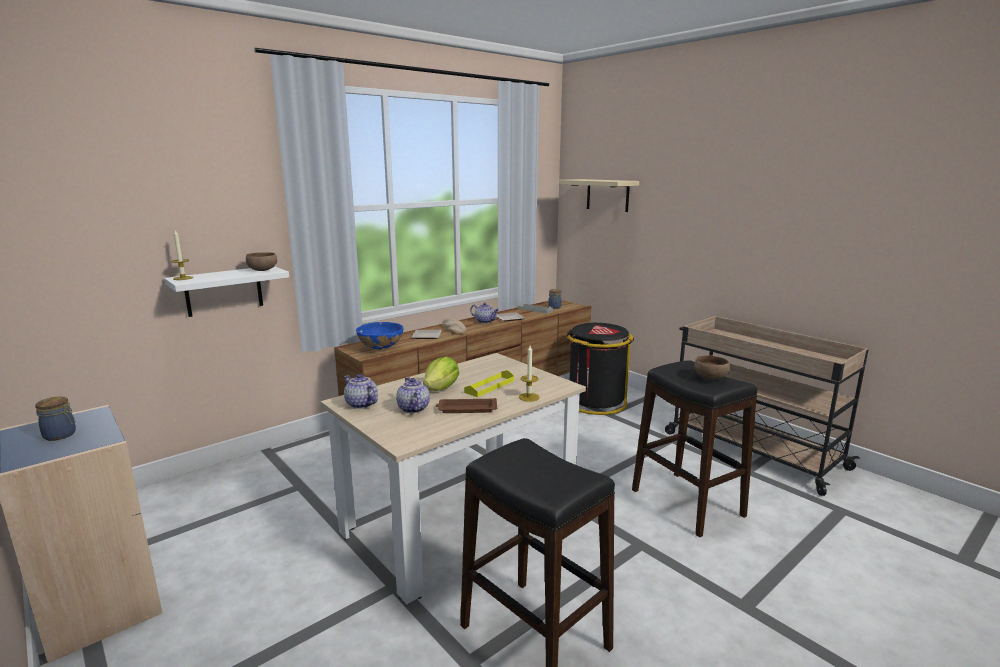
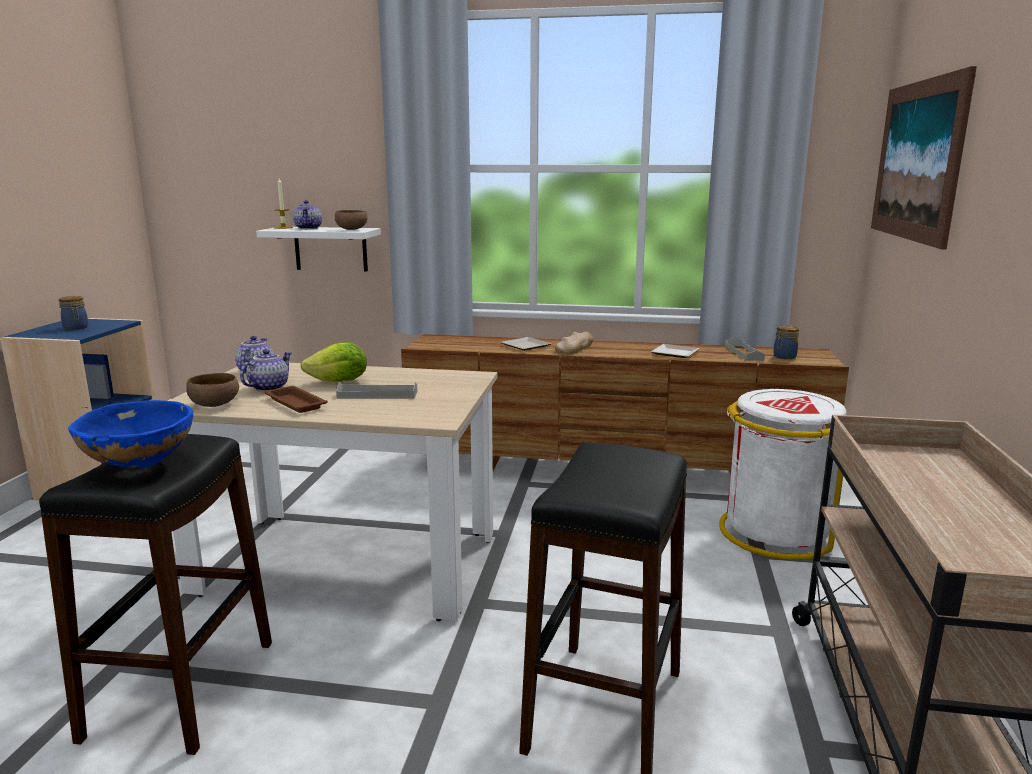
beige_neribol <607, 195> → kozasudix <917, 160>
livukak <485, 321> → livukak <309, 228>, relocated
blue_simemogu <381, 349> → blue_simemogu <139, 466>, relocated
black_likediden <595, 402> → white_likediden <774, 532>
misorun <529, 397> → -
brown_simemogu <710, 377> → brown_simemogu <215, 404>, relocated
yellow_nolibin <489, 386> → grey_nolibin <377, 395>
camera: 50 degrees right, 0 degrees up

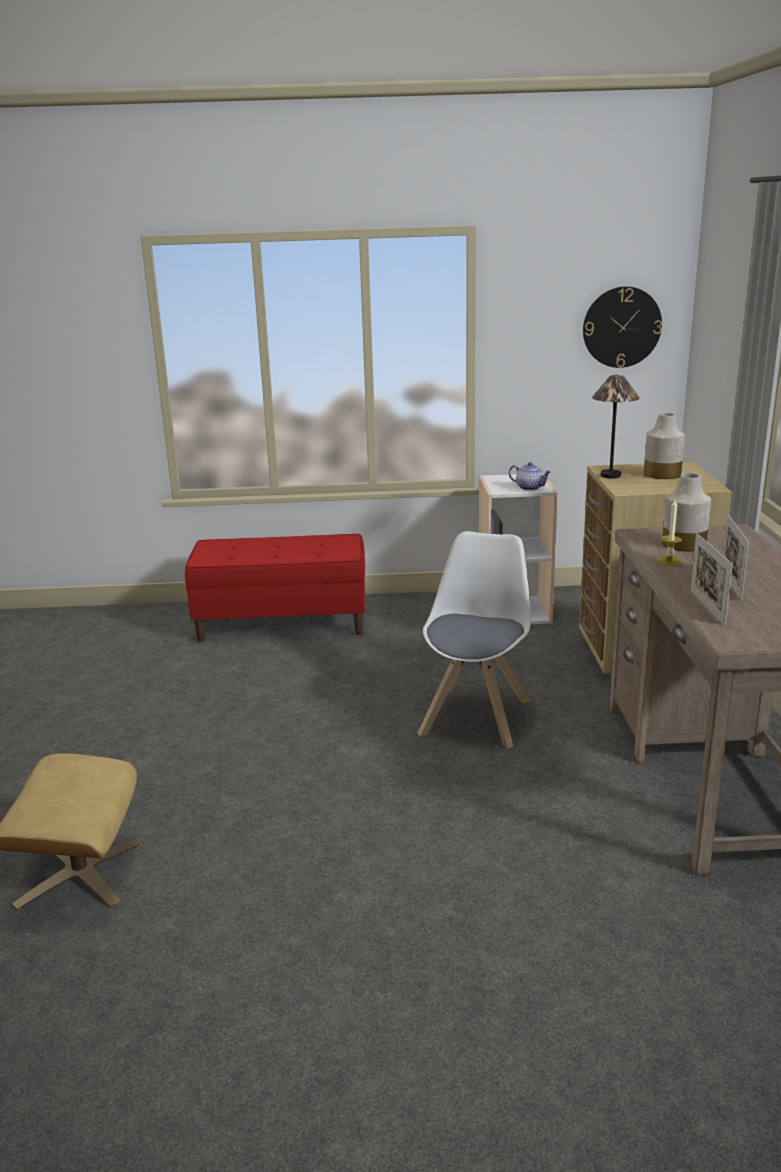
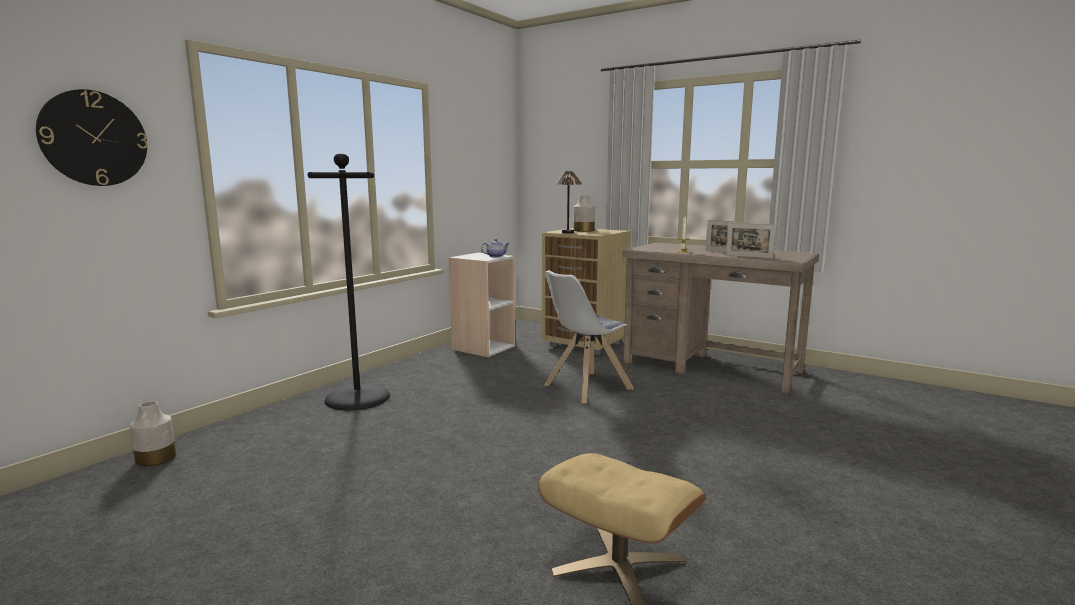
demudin <621, 327> → demudin <94, 138>, relocated
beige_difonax <684, 544> → beige_difonax <156, 457>, relocated
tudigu <476, 715> → tudigu <585, 388>, 90 degrees counterclockwise
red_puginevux <283, 623> → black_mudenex <357, 398>
camera: 55 degrees left, 10 degrees down

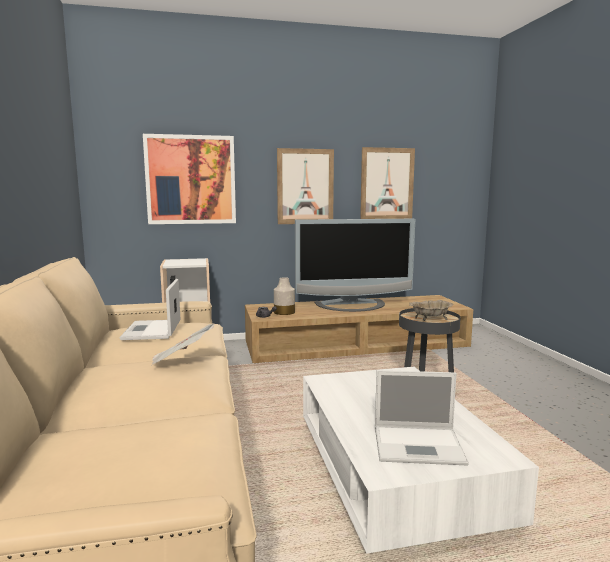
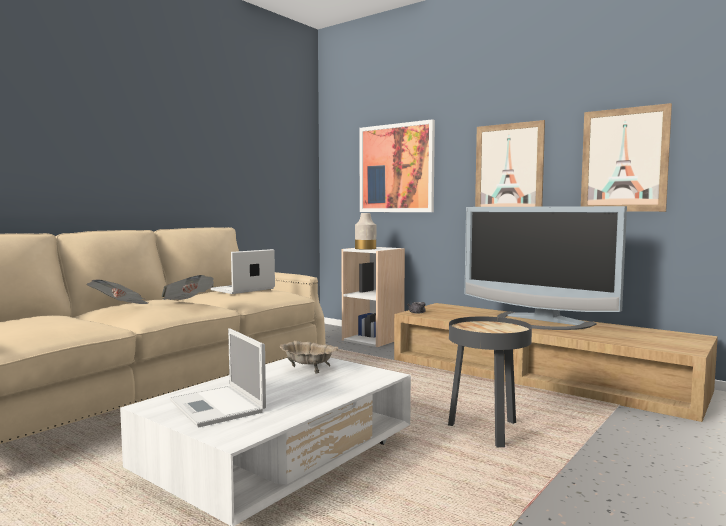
beige_difonax <284, 312> → beige_difonax <365, 248>, relocated
beige_simemogu <430, 319> → beige_simemogu <308, 368>, relocated
- → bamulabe <120, 308>
camera: 50 degrees right, 5 degrees down

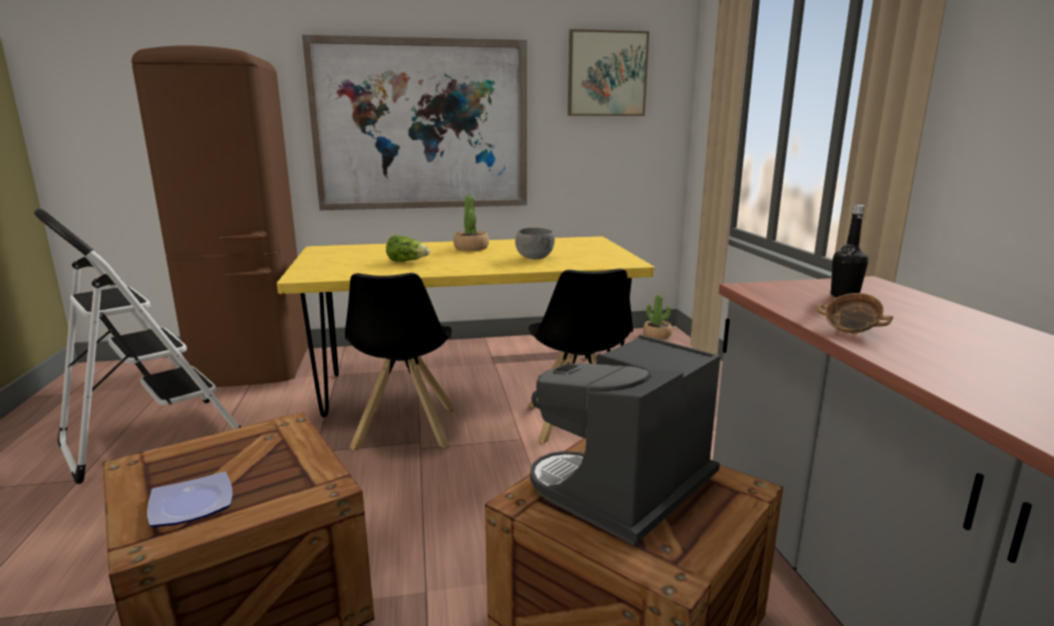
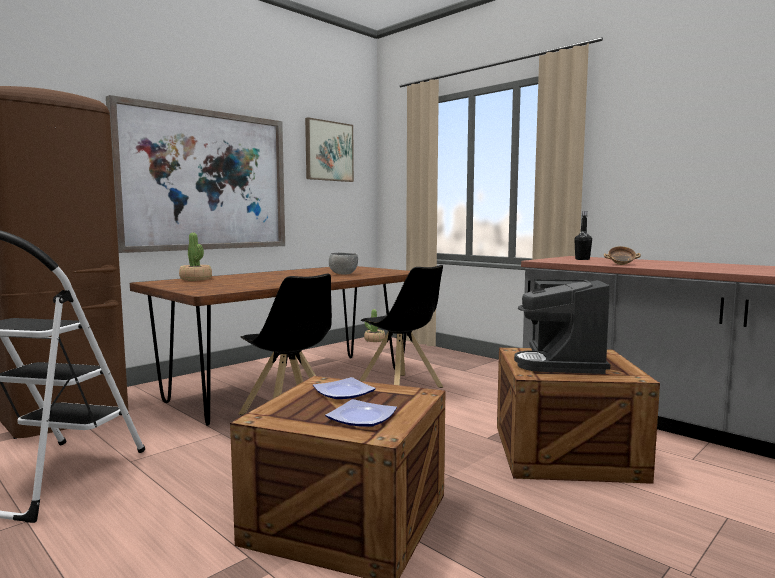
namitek <471, 248> → namitek <196, 279>, relocated
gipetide <407, 261> → -
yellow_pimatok <471, 383> → brown_pimatok <293, 384>
- → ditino <345, 392>
camera: 35 degrees left, 10 degrees down

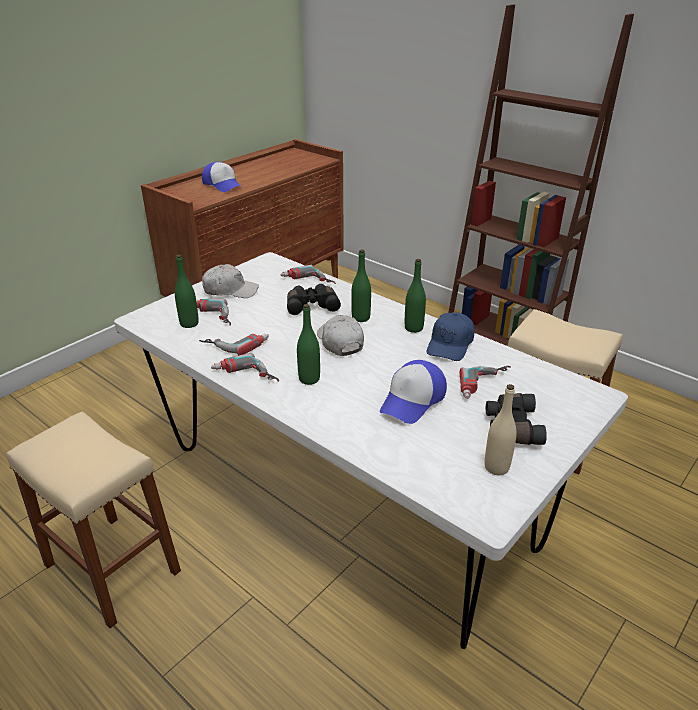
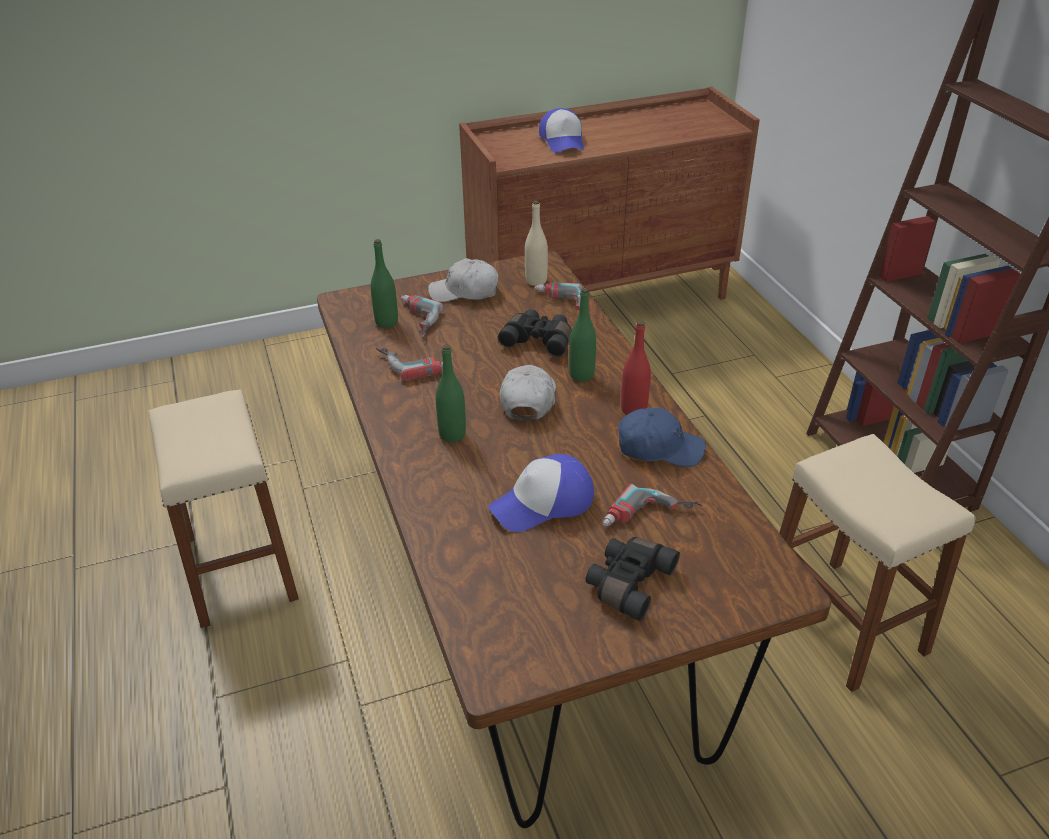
white_pimatok <350, 496> → brown_pimatok <529, 594>
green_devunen <413, 328> → red_devunen <633, 410>
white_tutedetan <230, 290> → white_tutedetan <464, 292>, 150 degrees clockwise
blue_tutedetan <450, 344> → blue_tutedetan <659, 448>, 135 degrees counterclockwise
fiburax <244, 377> → -
beige_devunen <496, 467> → beige_devunen <536, 281>, relocated
camera: 30 degrees right, 5 degrees up

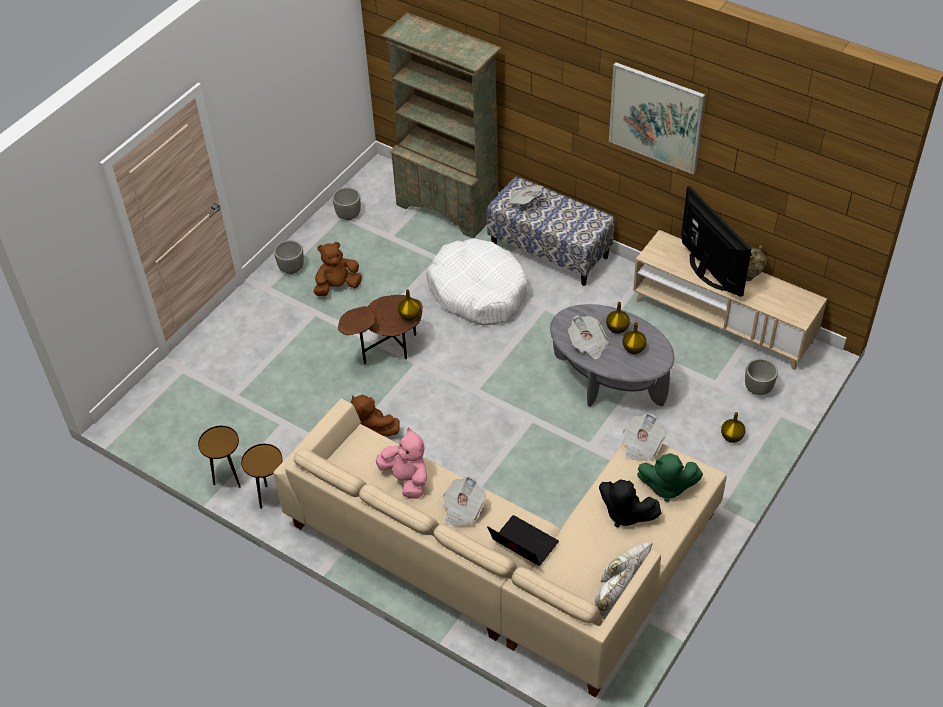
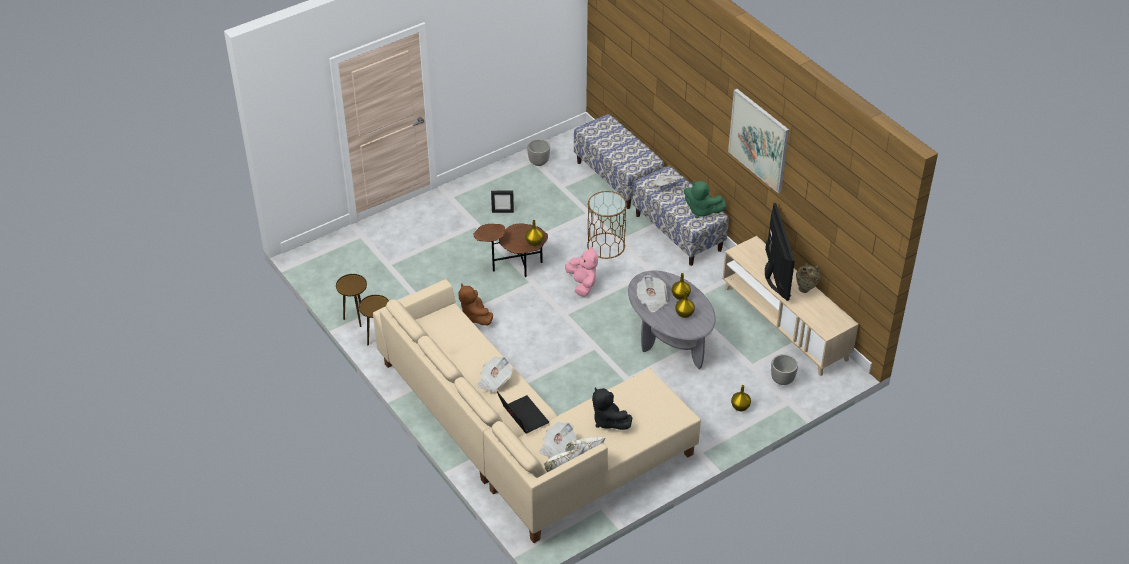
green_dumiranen <448, 208> → puginevux <617, 178>
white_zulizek <478, 291> → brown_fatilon <606, 245>
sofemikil <291, 269> → -
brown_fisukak <337, 286> → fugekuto <502, 211>
bamulabe <641, 445> → bamulabe <557, 447>, relocated
pink_fisukak <406, 479> → pink_fisukak <582, 284>, relocated
green_fisukak <666, 486> → green_fisukak <701, 210>, relocated
camera: 20 degrees right, 5 degrees down

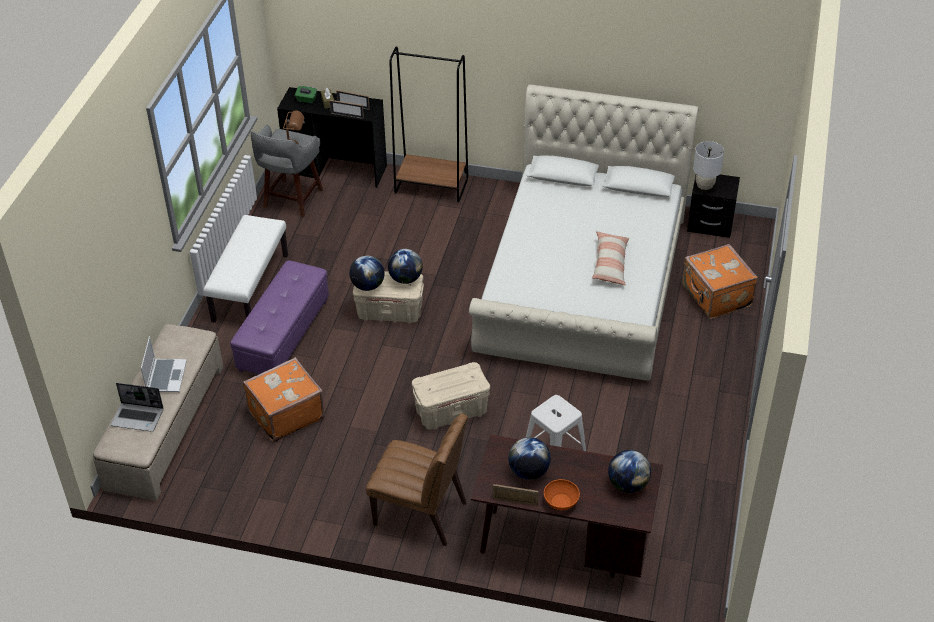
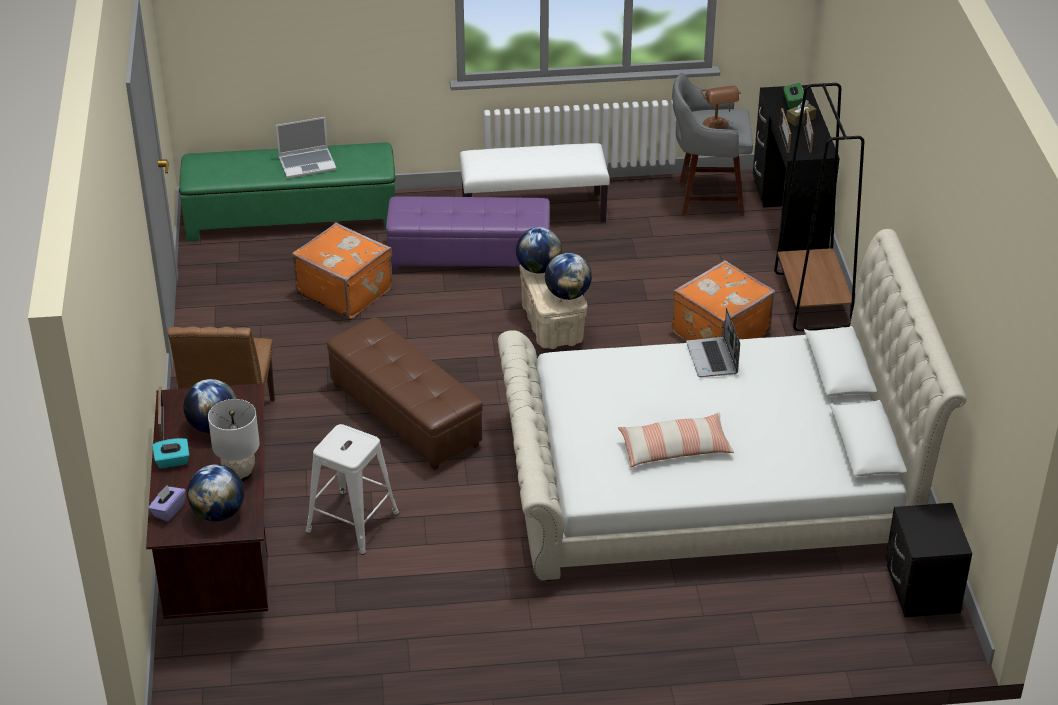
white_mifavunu <704, 187> → white_mifavunu <239, 474>, relocated
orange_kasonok <716, 297> → orange_kasonok <718, 331>, relocated
beige_puginevux <165, 425> → green_puginevux <292, 216>
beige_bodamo <451, 412> → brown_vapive <404, 415>
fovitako <138, 417> → fovitako <713, 359>, relocated
orange_simemogu <560, 502> → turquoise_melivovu <172, 461>
- → purple_melivovu <168, 510>
camera: 70 degrees right, 5 degrees down

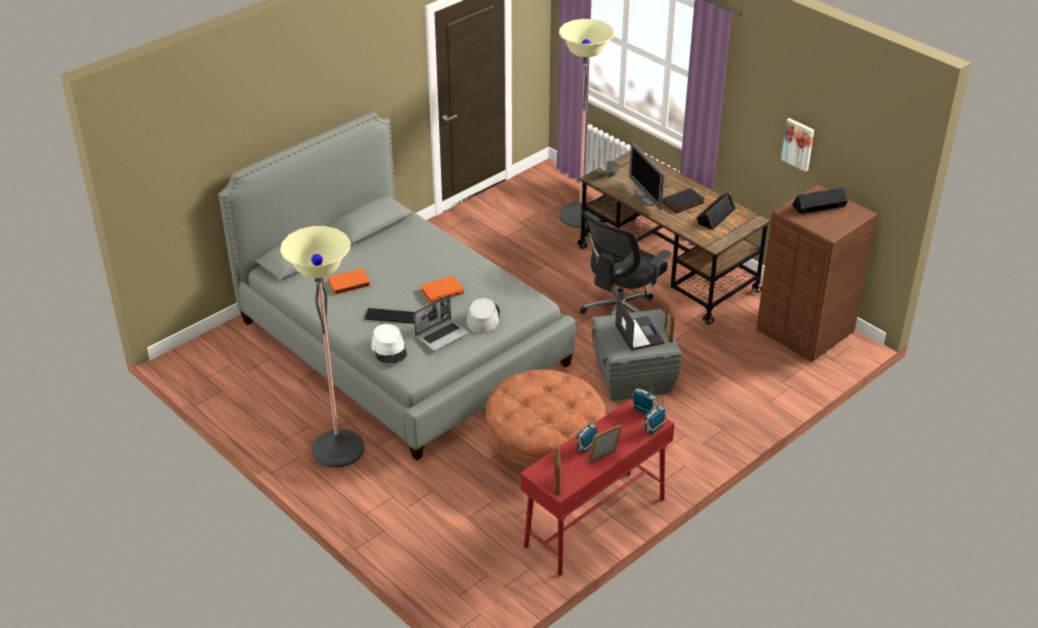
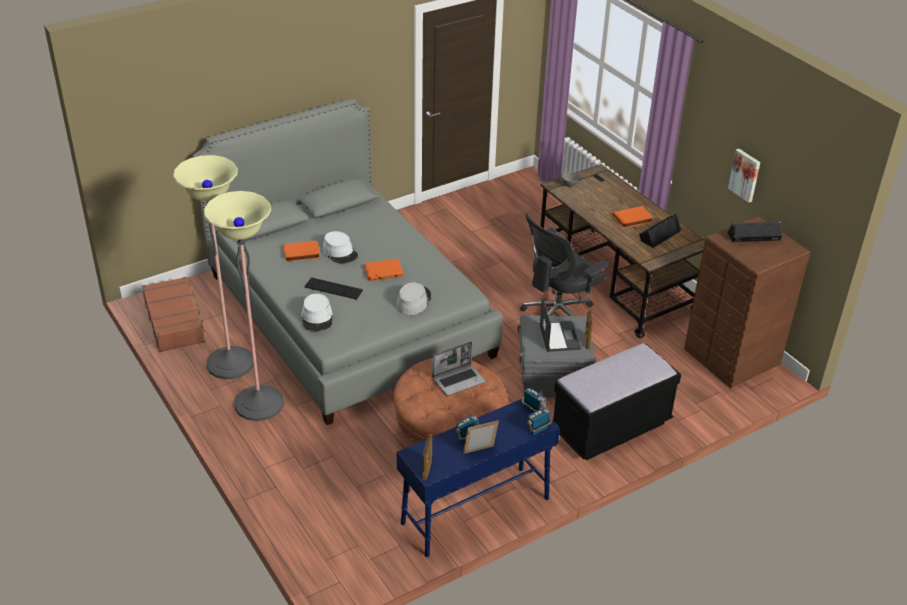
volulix <580, 216> → volulix <230, 363>, relocated
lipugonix <645, 197> → -
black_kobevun <683, 203> → orange_kobevun <632, 219>
fovitako <442, 335> → fovitako <459, 380>, relocated
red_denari <594, 522> → blue_denari <475, 510>
- → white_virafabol <340, 252>
- → brown_kasonok <175, 322>
- → black_puginevux <611, 427>
camera: 10 degrees right, 0 degrees up

